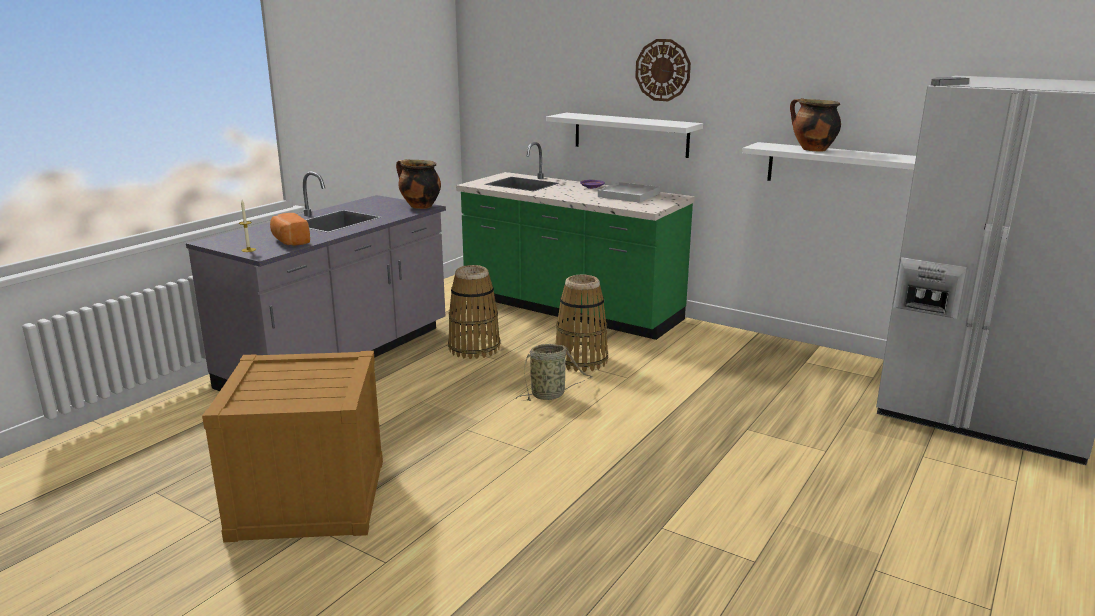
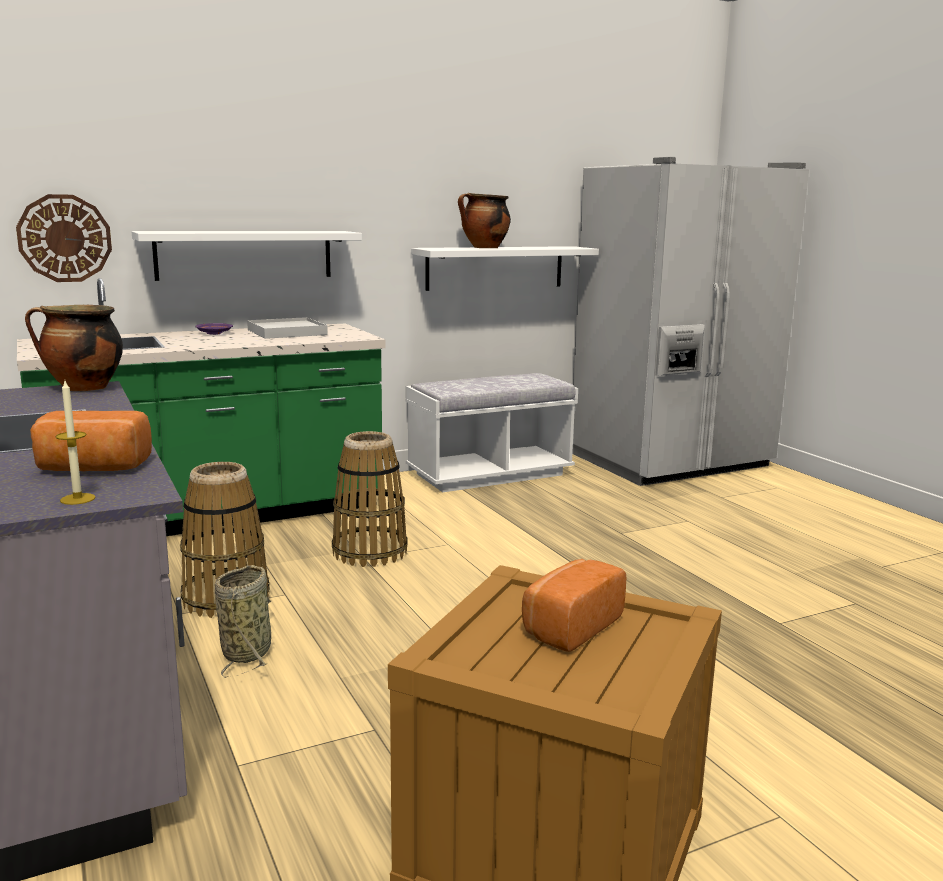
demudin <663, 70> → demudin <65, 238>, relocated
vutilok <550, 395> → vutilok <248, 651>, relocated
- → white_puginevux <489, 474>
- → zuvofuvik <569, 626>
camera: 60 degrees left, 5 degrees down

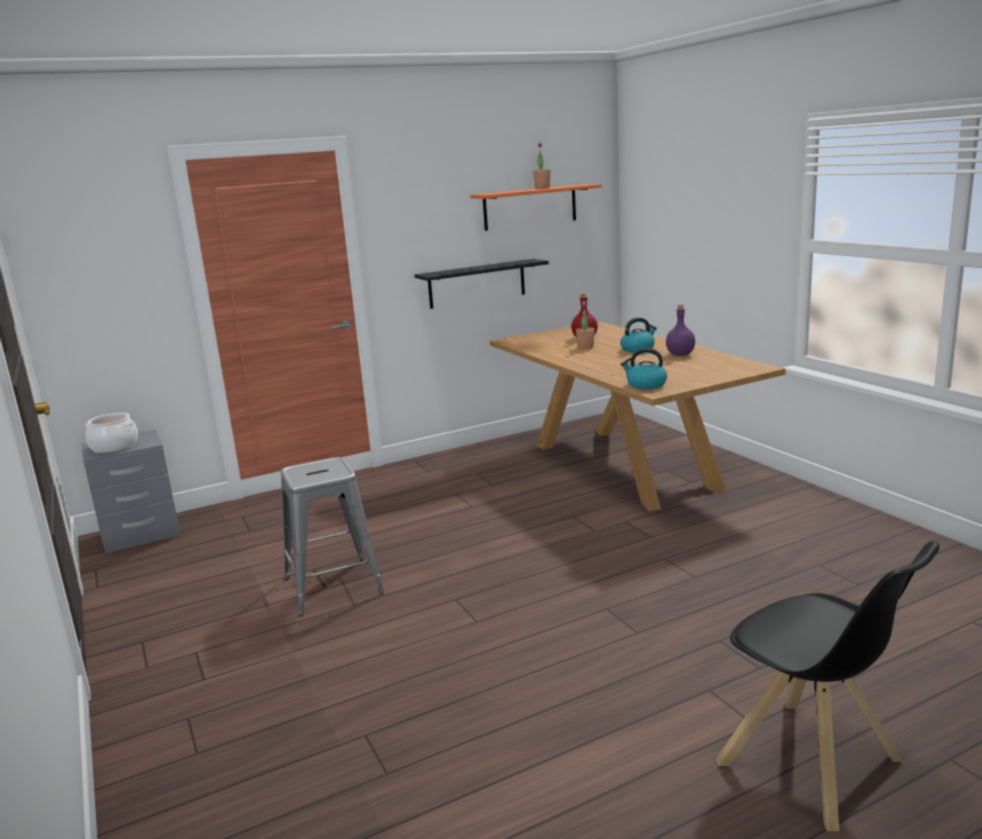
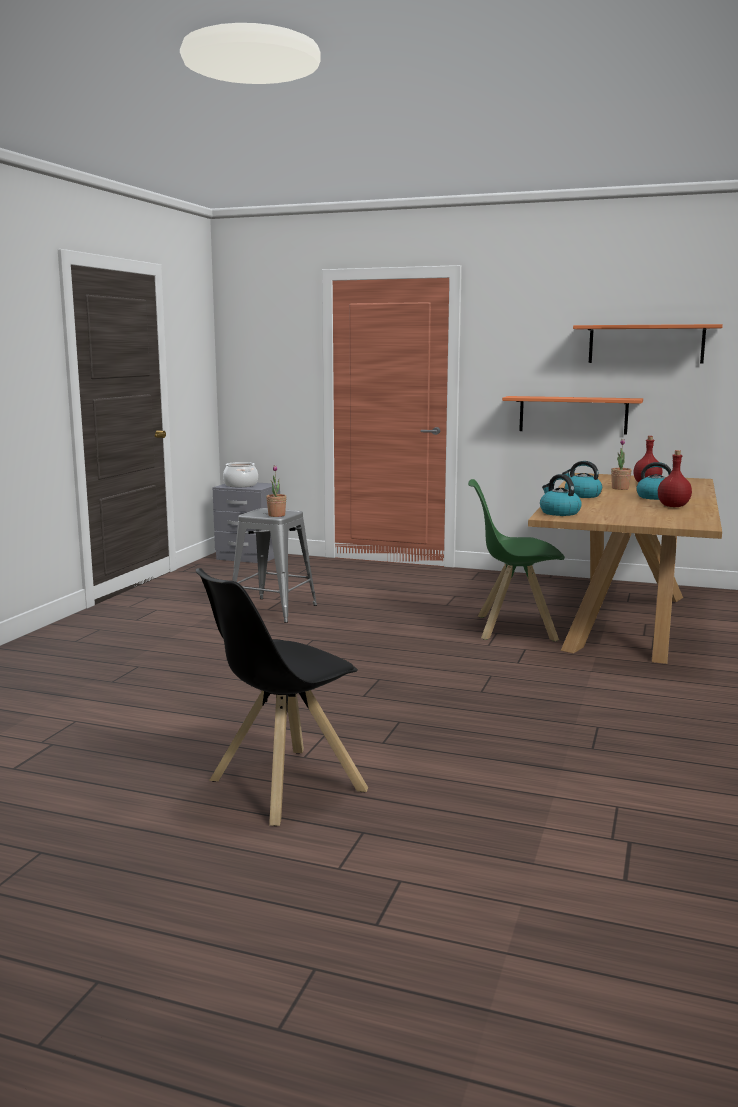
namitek <542, 188> → namitek <276, 515>, relocated
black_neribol <477, 283> → orange_neribol <573, 414>
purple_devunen <680, 354> → red_devunen <673, 506>
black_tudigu <813, 764> → black_tudigu <283, 786>, 45 degrees clockwise
- → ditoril <582, 495>
- → green_tudigu <513, 628>
camera: 45 degrees right, 5 degrees down

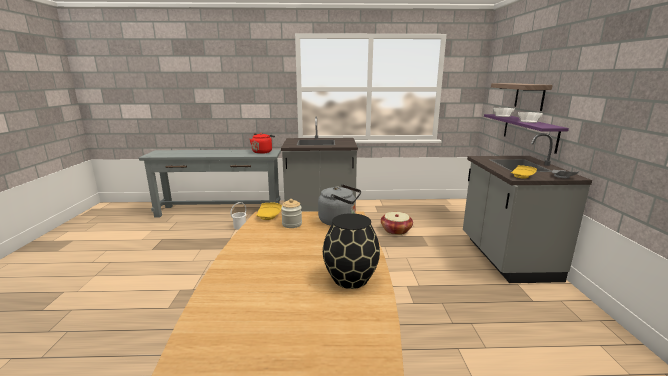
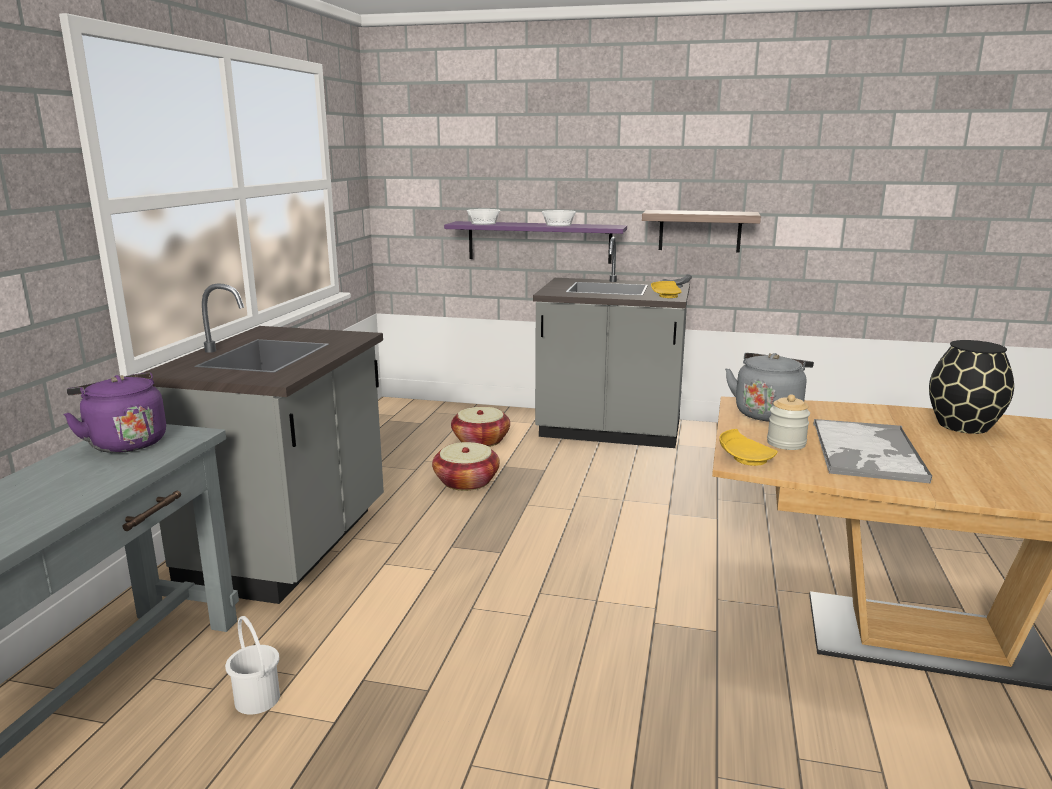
neribol <529, 96> → neribol <700, 231>, relocated
red_ditoril <263, 152> → purple_ditoril <124, 443>
- → vutilok <481, 441>
- → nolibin <867, 452>
camera: 75 degrees left, 0 degrees up

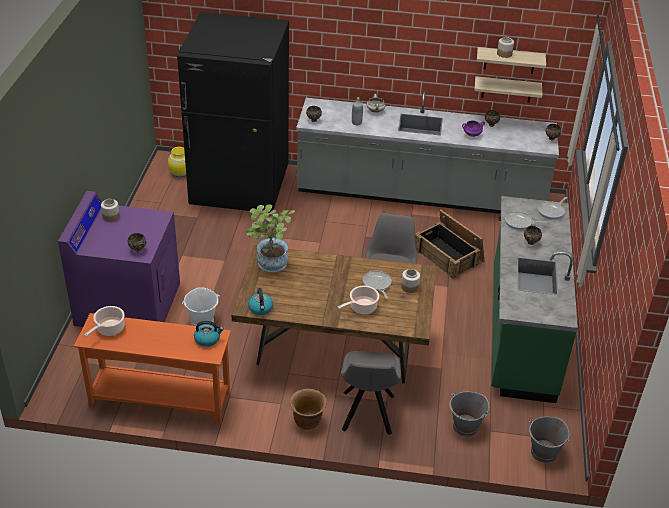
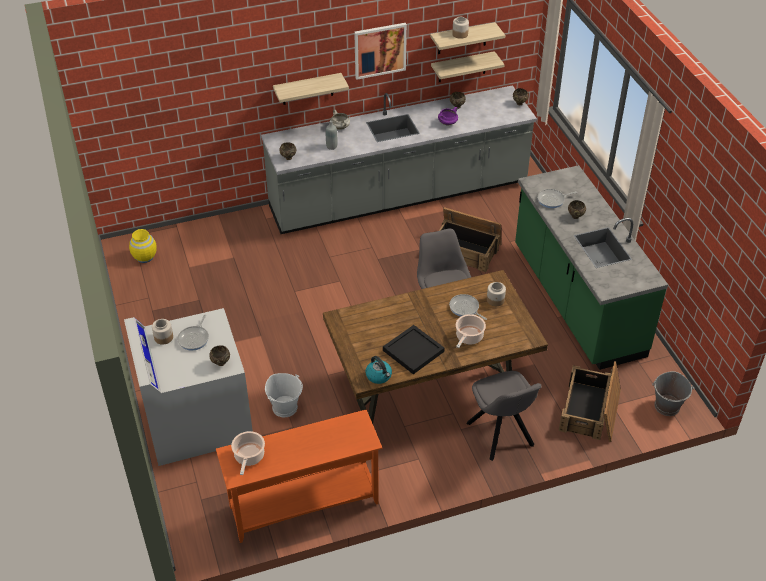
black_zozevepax <240, 185> → -
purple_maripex <128, 303> → white_maripex <197, 419>
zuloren <552, 211> → zuloren <194, 338>, relocated
namitek <269, 265> → -
ditoril <207, 339> → -
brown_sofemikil <307, 421> → -
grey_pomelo <465, 427> → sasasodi <590, 410>
- → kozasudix <380, 50>
- → neribol <307, 89>
- → black_nolibin <413, 351>
camera: 25 degrees left, 5 degrees up

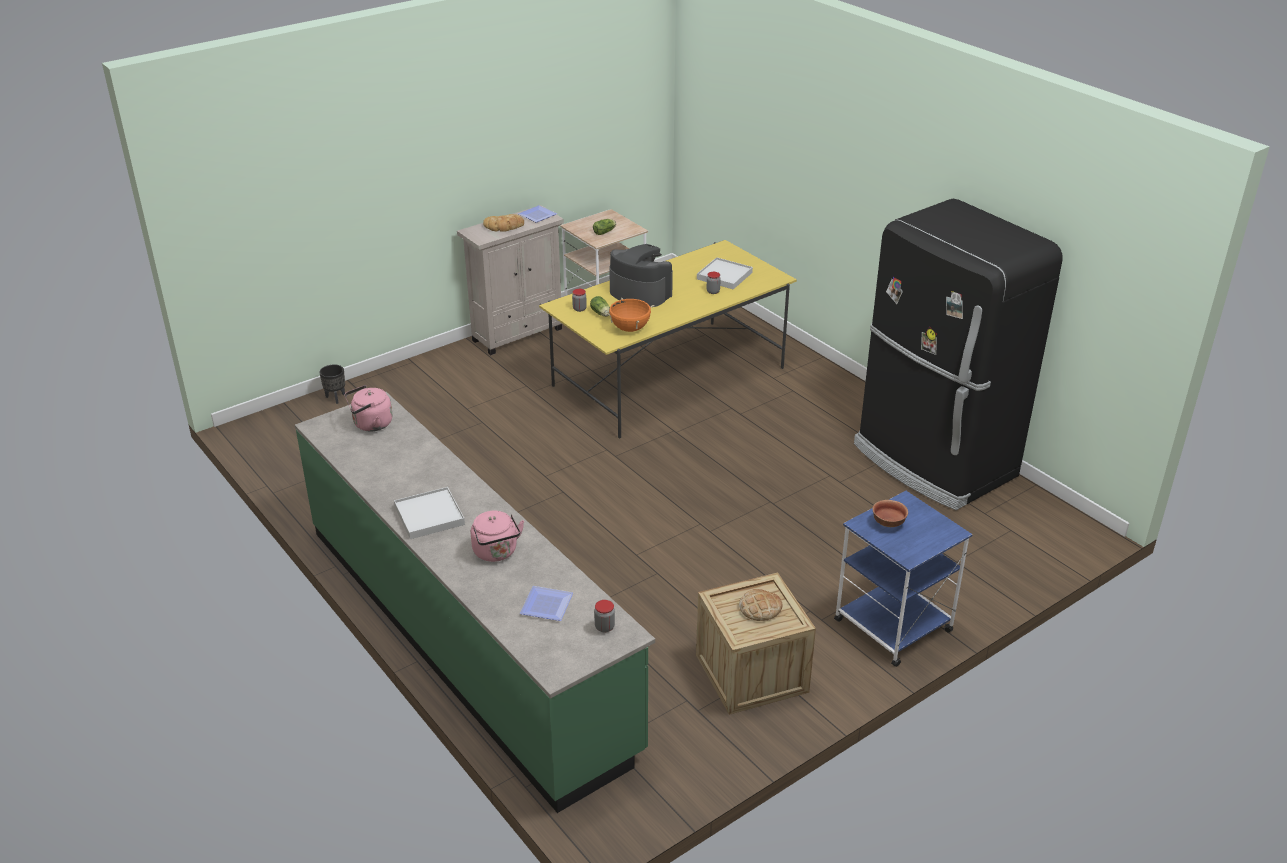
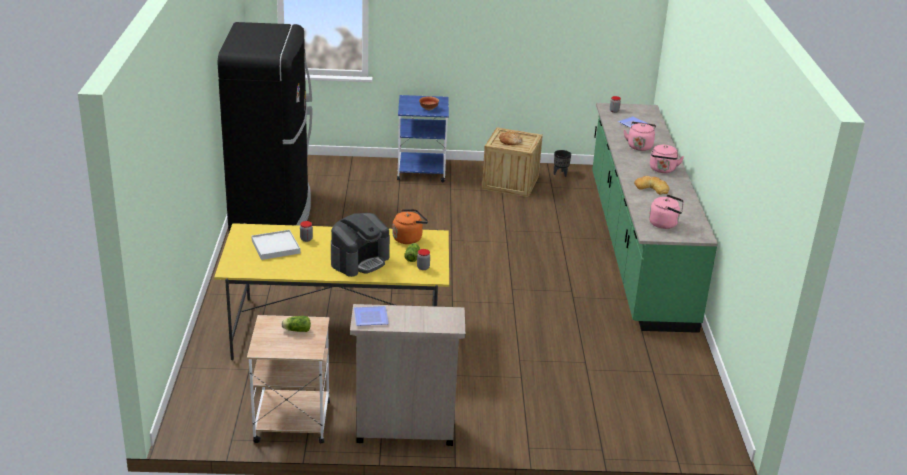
zuvofuvik <504, 226> → zuvofuvik <651, 188>, relocated
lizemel <640, 293> → lizemel <360, 261>, 120 degrees counterclockwise
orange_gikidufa <630, 329> → orange_ditoril <409, 238>
black_sofemikil <335, 398> → black_sofemikil <560, 174>, relocated
white_nolibin <429, 515> → pink_ditoril <662, 170>
camera: 145 degrees left, 5 degrees down

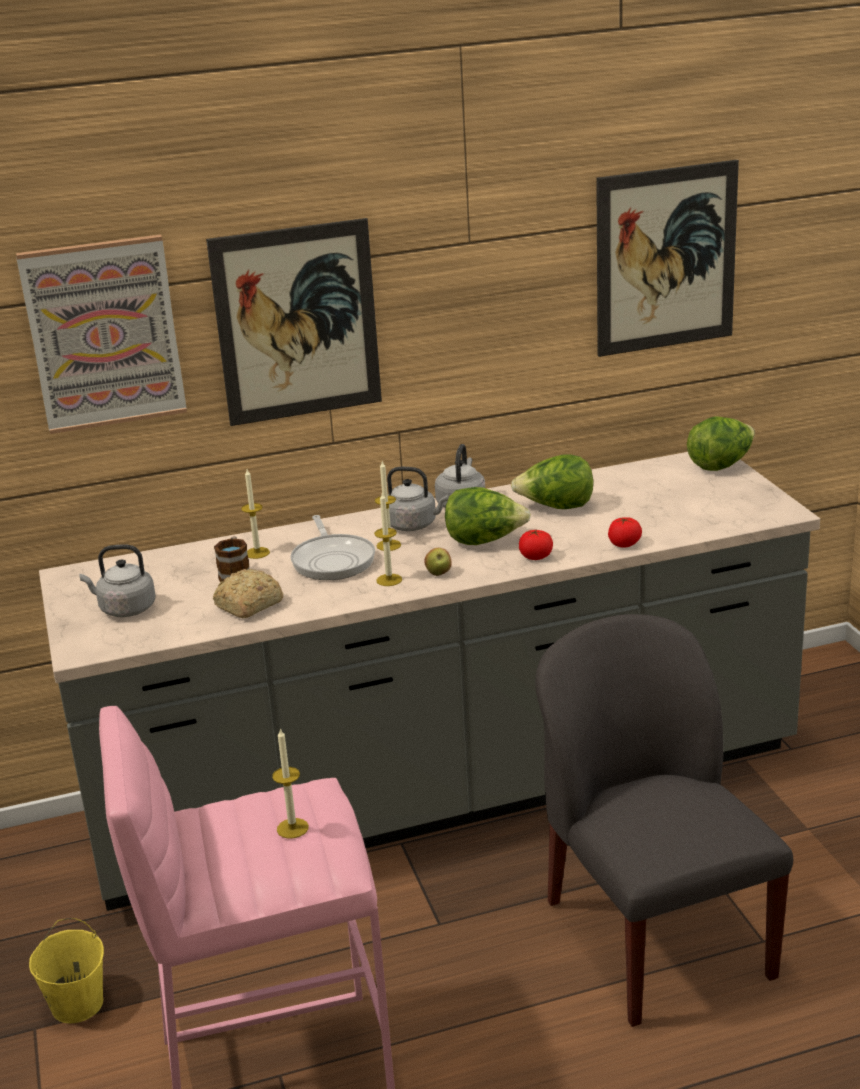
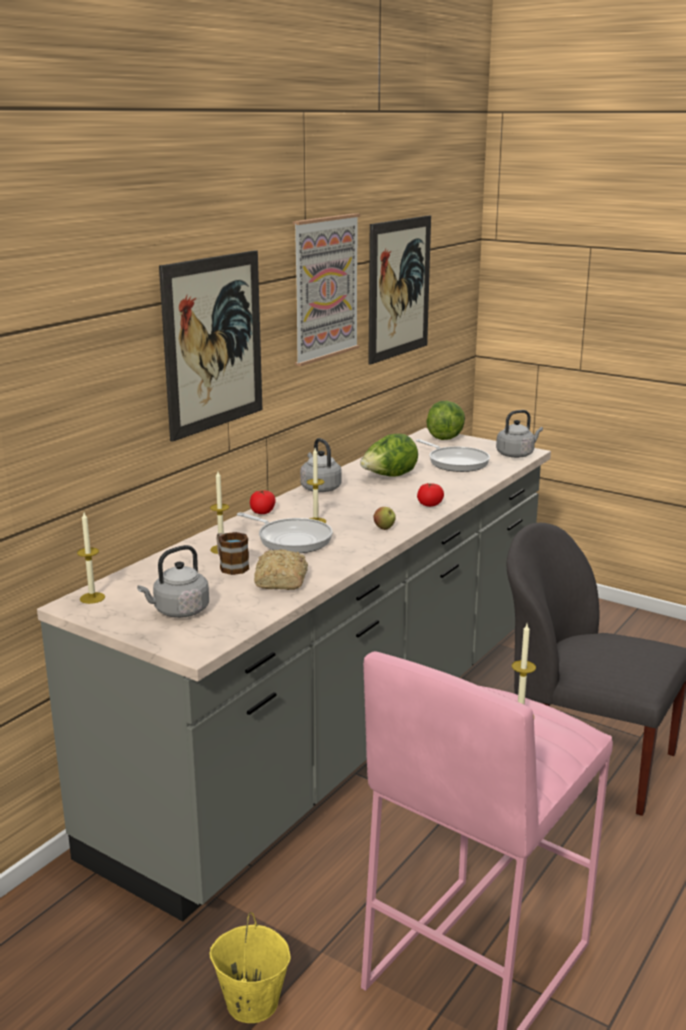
kozasudix <104, 334> → kozasudix <325, 288>, relocated
grey_ditoril <414, 525> → grey_ditoril <516, 454>, relocated
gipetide <485, 541> → -
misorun <389, 580> → misorun <92, 598>, relocated
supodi <624, 544> → supodi <262, 512>, relocated
- → zuloren <456, 462>
camera: 40 degrees left, 5 degrees down

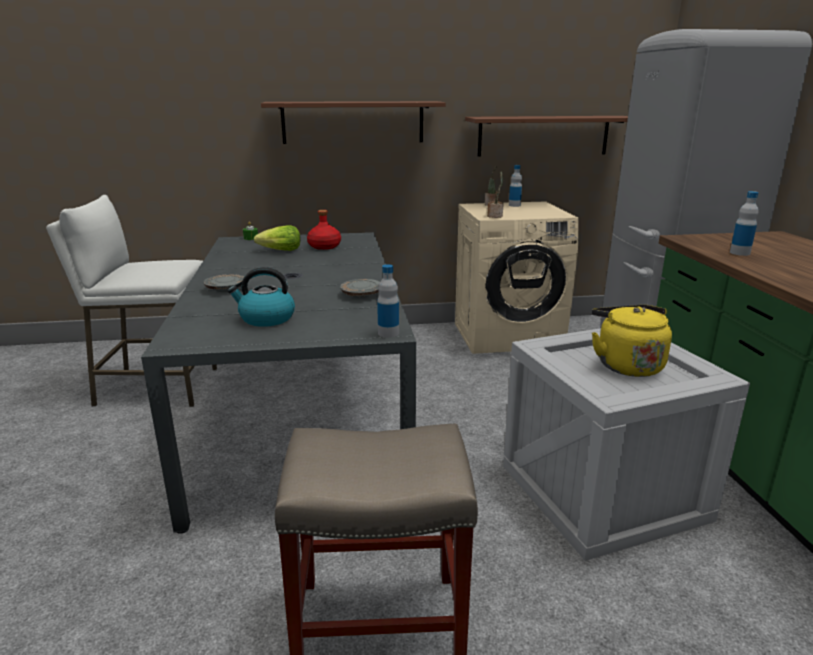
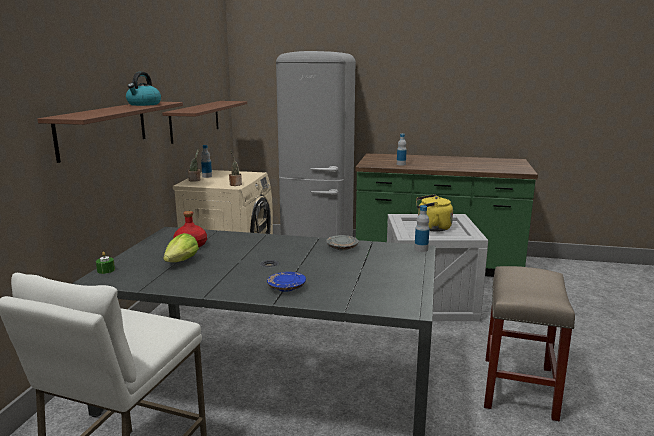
ditoril <266, 319> → ditoril <144, 104>, relocated
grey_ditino <226, 289> → blue_ditino <286, 288>
camera: 70 degrees left, 5 degrees down

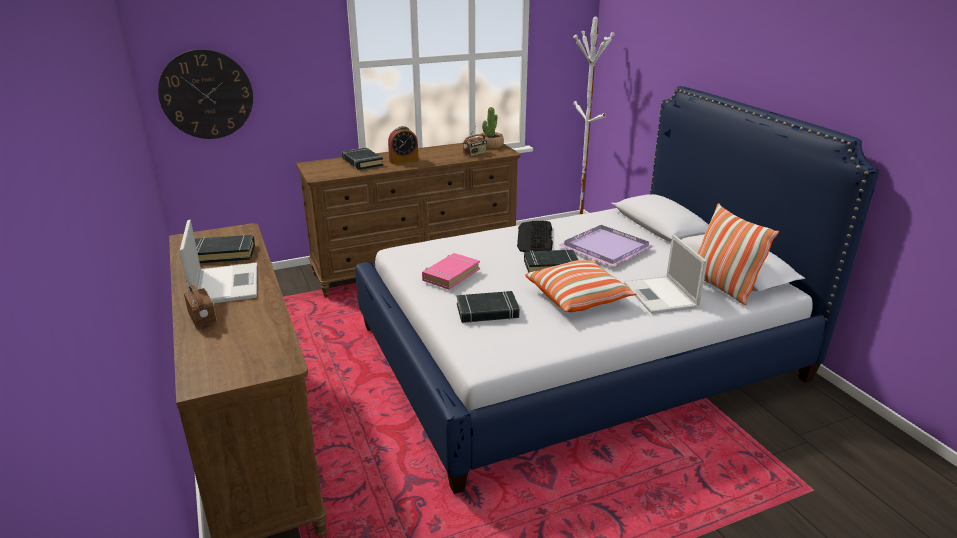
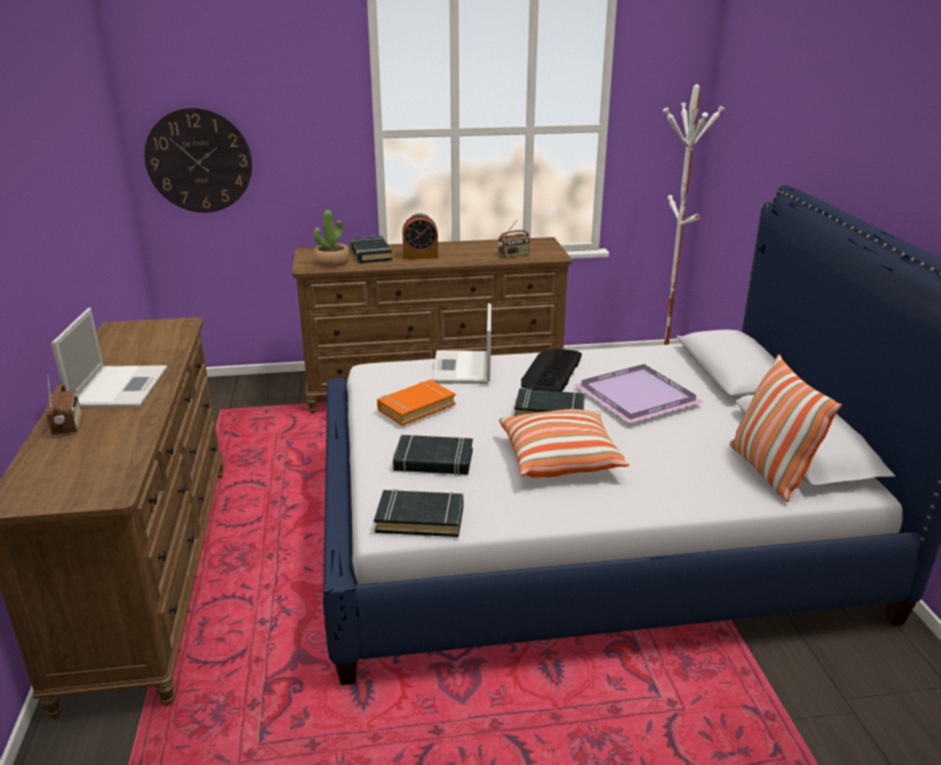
namitek <490, 145> → namitek <332, 262>, relocated
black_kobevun <223, 253> → black_kobevun <420, 518>, relocated
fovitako <661, 296> → fovitako <462, 368>, relocated
pink_kobevun <450, 275> → orange_kobevun <416, 407>
camera: 15 degrees right, 0 degrees up

